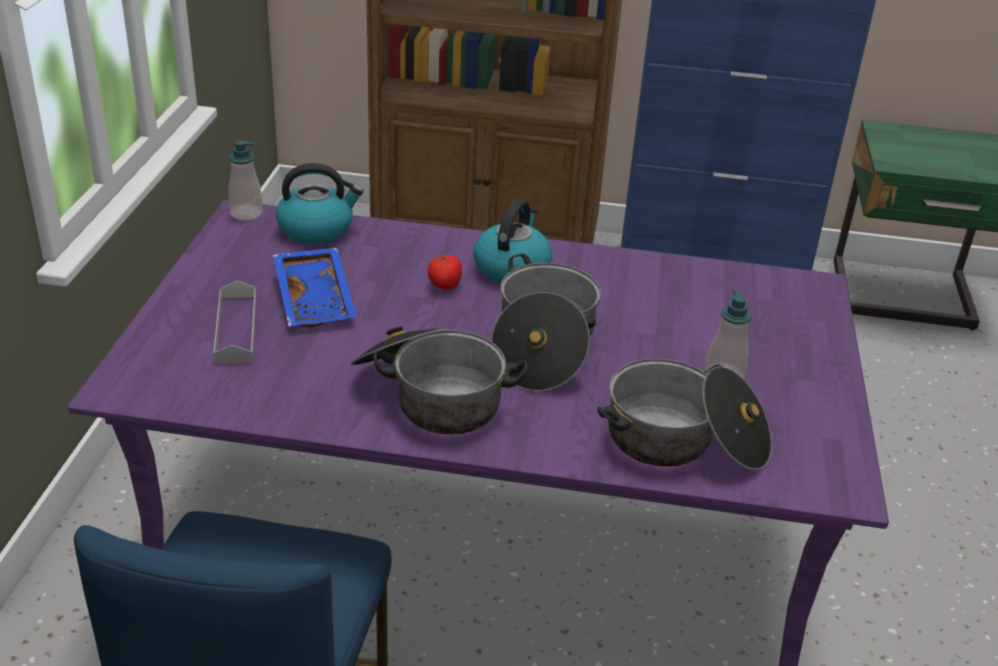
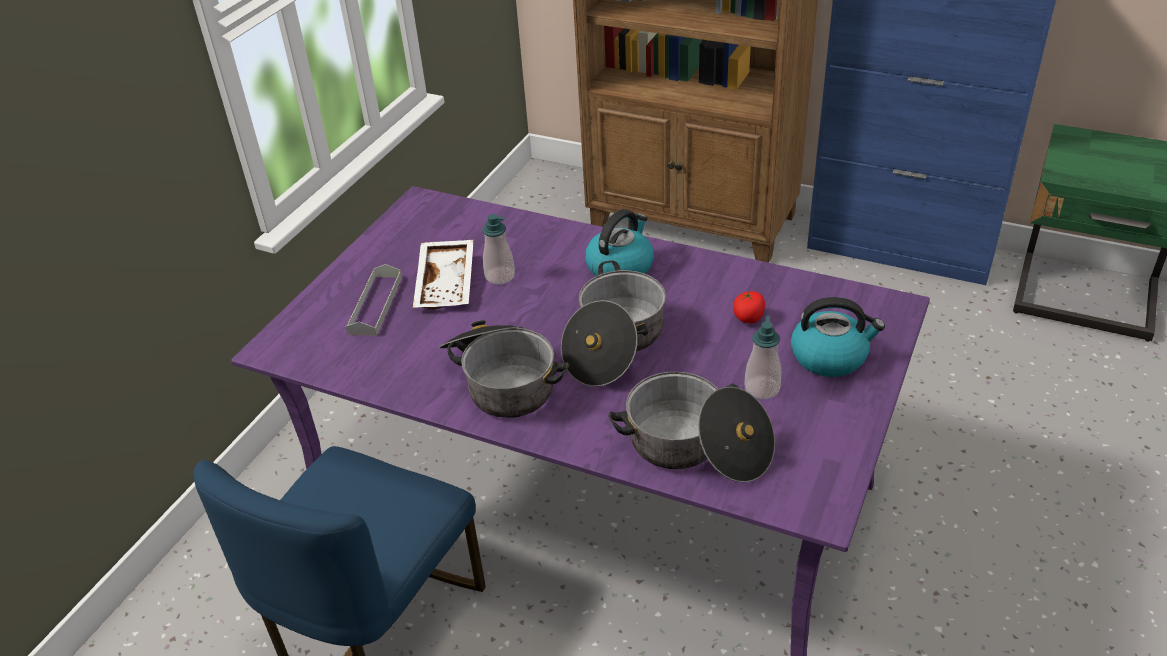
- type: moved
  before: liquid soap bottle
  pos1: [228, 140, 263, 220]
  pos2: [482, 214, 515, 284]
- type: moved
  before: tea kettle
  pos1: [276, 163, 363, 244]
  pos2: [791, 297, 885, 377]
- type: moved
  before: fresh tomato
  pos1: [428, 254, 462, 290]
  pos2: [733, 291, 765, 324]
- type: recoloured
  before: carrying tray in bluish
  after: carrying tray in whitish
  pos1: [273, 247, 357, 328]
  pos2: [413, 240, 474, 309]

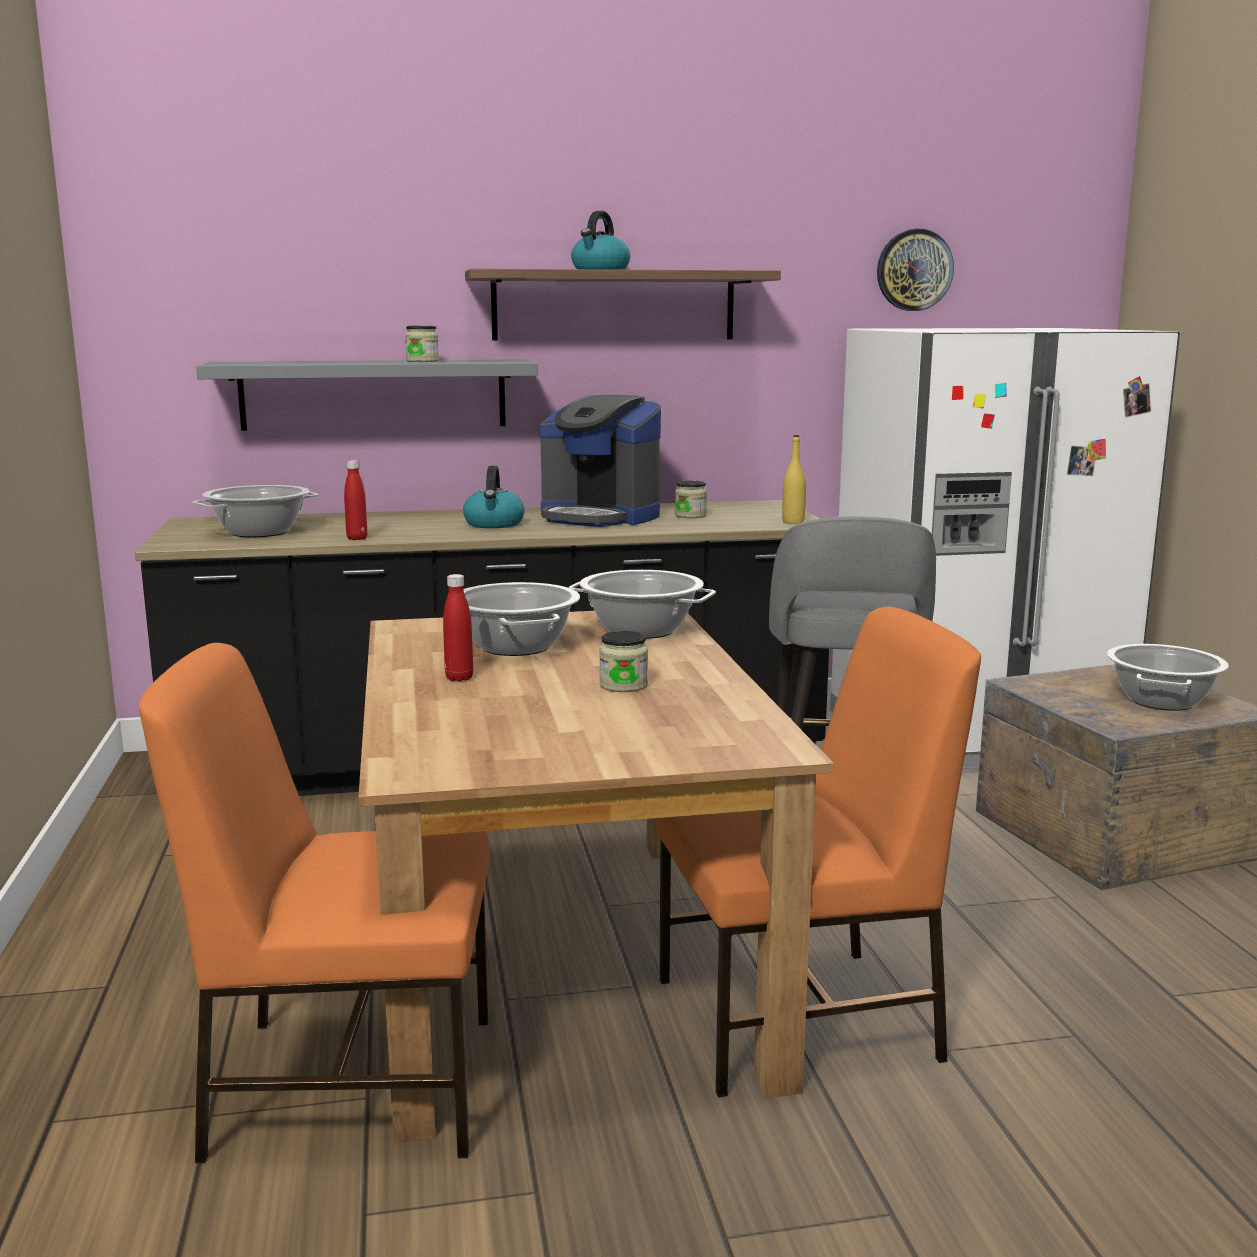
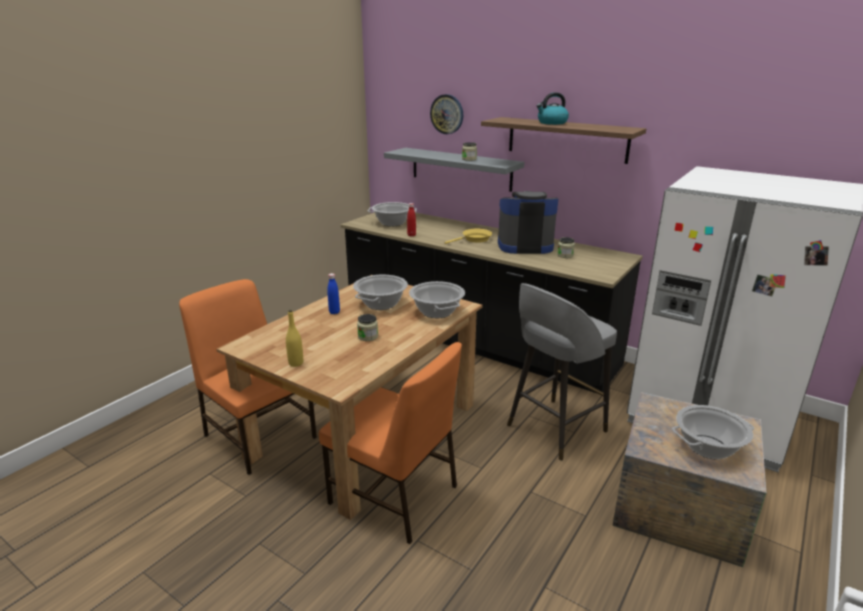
- type: moved
  before: beverage bottle in yellow
  pos1: [782, 435, 806, 524]
  pos2: [286, 310, 303, 367]
- type: moved
  before: clock on the wall
  pos1: [877, 229, 954, 311]
  pos2: [430, 94, 463, 134]
- type: replaced
  before: tea kettle
  after: pan in yellow
  pos1: [463, 466, 525, 528]
  pos2: [444, 229, 492, 244]
- type: recoloured
  before: beverage bottle in red-coloured
  after: beverage bottle in bluish
  pos1: [443, 574, 473, 682]
  pos2: [327, 273, 340, 314]
- type: turned
  before: coffee brewer
  pos1: [539, 395, 661, 527]
  pos2: [498, 191, 558, 254]
  turn: 105

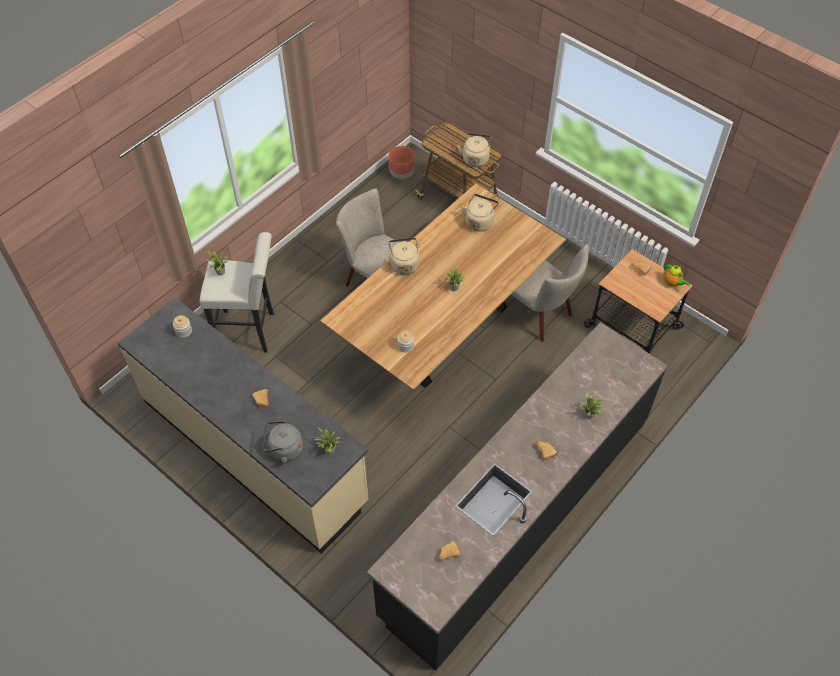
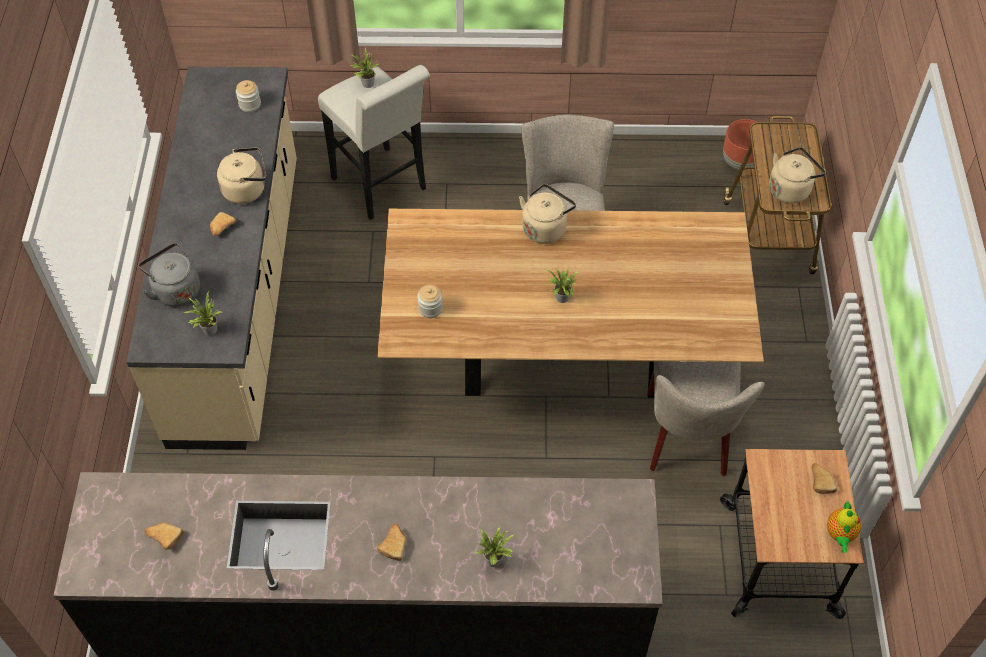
- type: moved
  before: tea kettle in beige-coloured
  pos1: [461, 194, 499, 232]
  pos2: [217, 147, 266, 204]

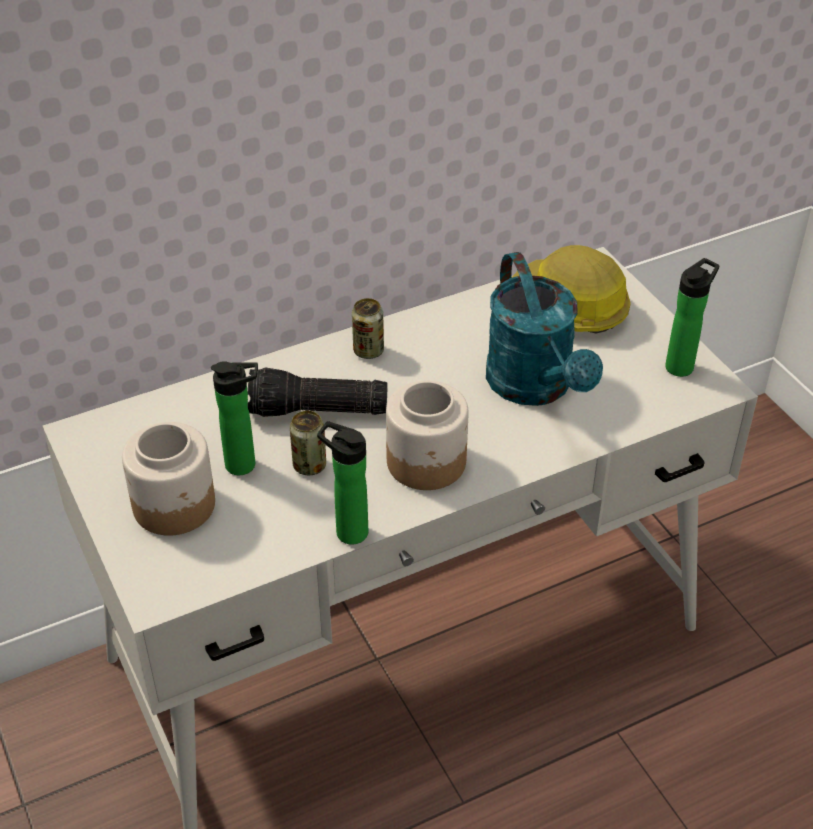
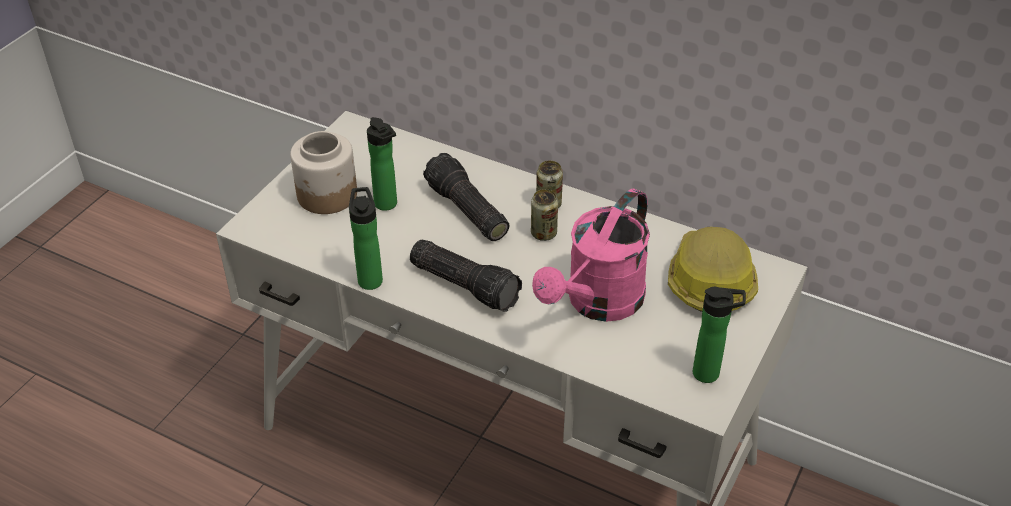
- type: moved
  before: metal can
  pos1: [290, 411, 326, 475]
  pos2: [531, 189, 558, 241]
- type: replaced
  before: preserve jar
  after: hand torch
  pos1: [386, 381, 469, 490]
  pos2: [410, 240, 522, 312]
- type: recoloured
  before: sprinkling can in blue-green
  after: sprinkling can in pink-coloured
  pos1: [486, 252, 603, 406]
  pos2: [532, 189, 650, 322]

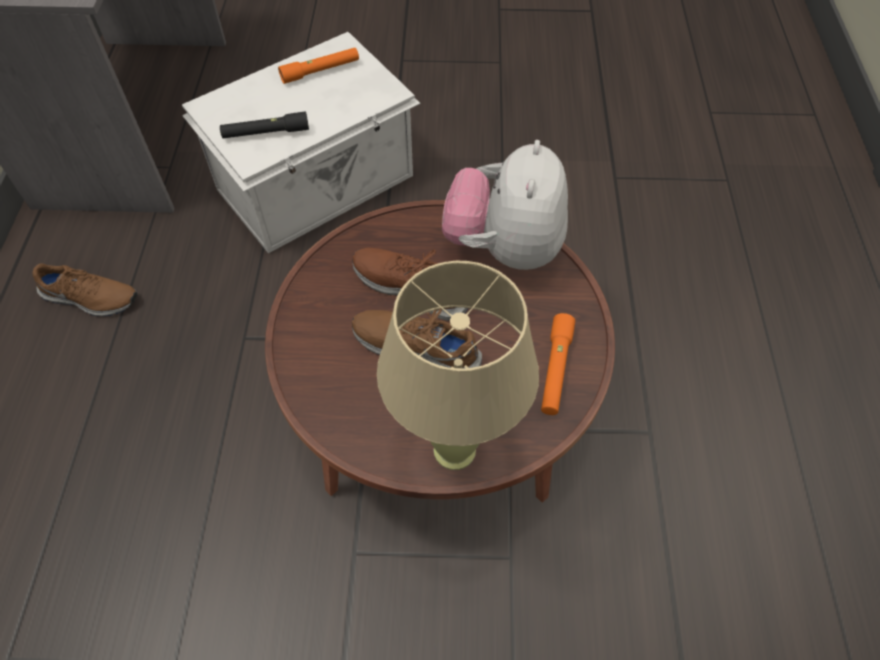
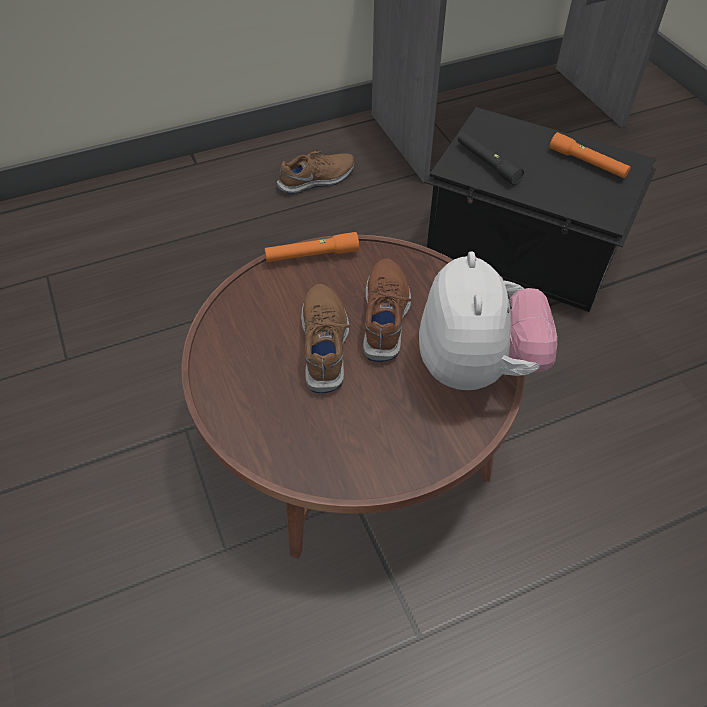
- type: removed
  before: lamp for a table in beige-coloured
  pos1: [377, 261, 539, 470]
- type: moved
  before: hand torch in orange-coloured
  pos1: [541, 313, 575, 415]
  pos2: [265, 232, 359, 262]
- type: recoloured
  before: storage box in whitish
  after: storage box in blackish
  pos1: [182, 32, 420, 253]
  pos2: [424, 107, 656, 312]
- type: turned
  before: shoe in brownish
  pos1: [33, 263, 138, 317]
  pos2: [277, 150, 354, 194]
  turn: -105
- type: turned
  before: cuddly toy
  pos1: [442, 140, 568, 270]
  pos2: [419, 252, 557, 390]
  turn: 105

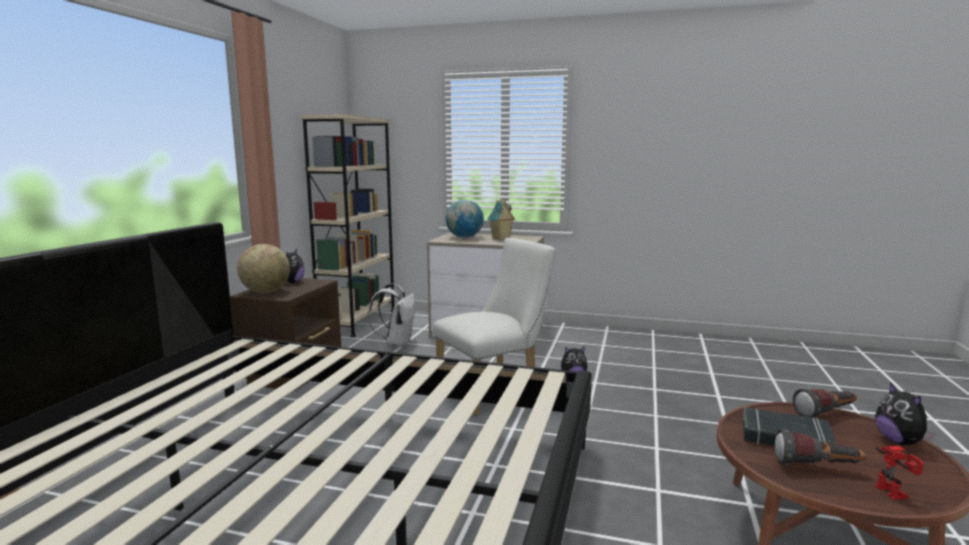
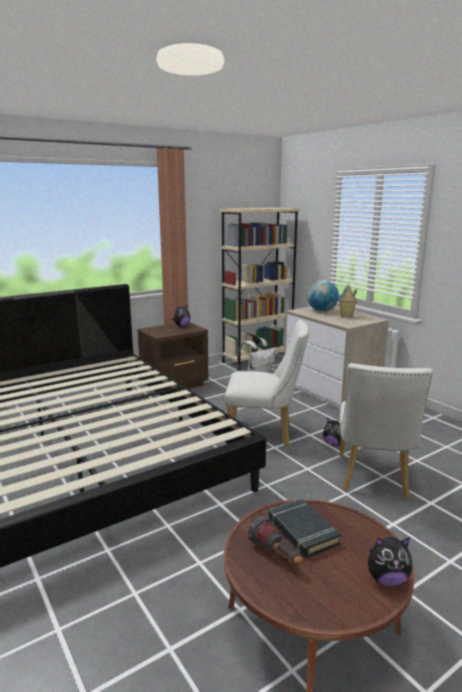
- type: removed
  before: desk globe
  pos1: [237, 244, 290, 293]
- type: removed
  before: hand torch
  pos1: [793, 389, 857, 418]
- type: removed
  before: toy robot
  pos1: [875, 446, 923, 500]
- type: added
  after: upright chair in whitish
  pos2: [340, 363, 433, 499]
- type: turned
  before: cuddly toy
  pos1: [875, 382, 937, 445]
  pos2: [368, 537, 412, 587]
  turn: -120

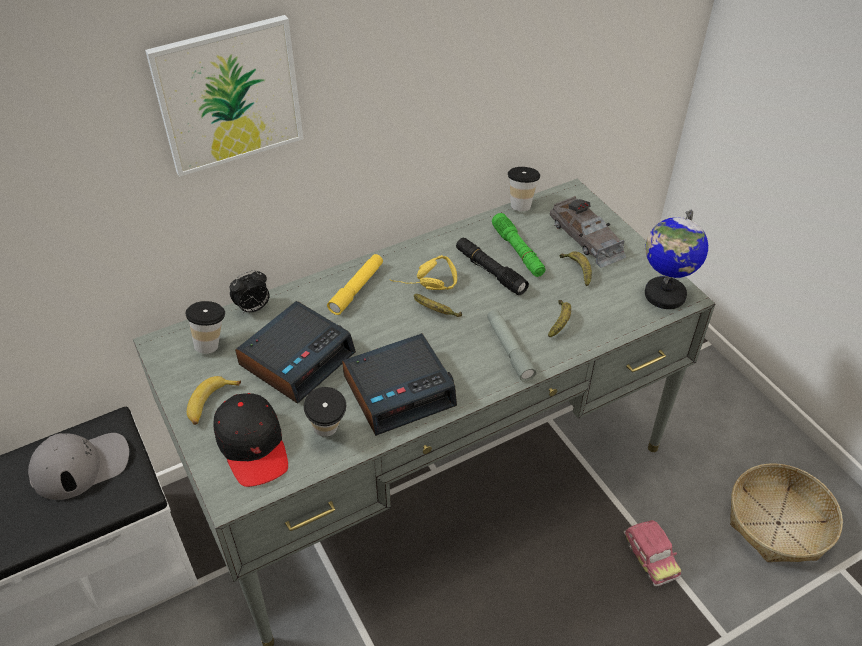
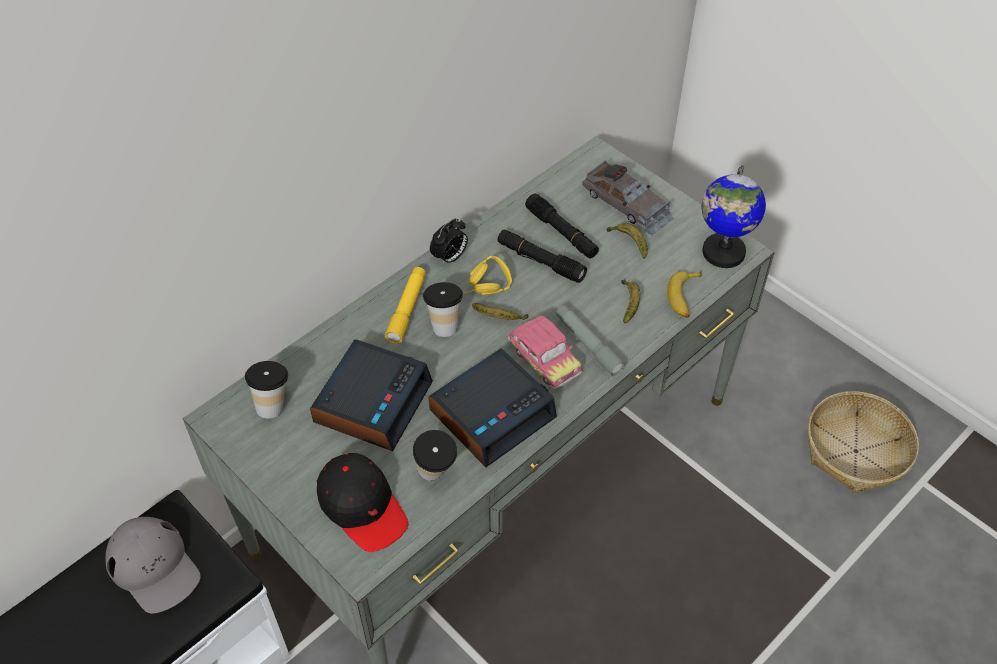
- type: removed
  before: wall picture
  pos1: [145, 15, 303, 177]
- type: moved
  before: banana fruit
  pos1: [187, 376, 241, 425]
  pos2: [667, 271, 702, 318]
- type: moved
  before: table clock
  pos1: [230, 270, 270, 314]
  pos2: [430, 218, 468, 266]
- type: moved
  before: cup
  pos1: [508, 167, 540, 211]
  pos2: [423, 282, 463, 337]
- type: moved
  before: miniature car
  pos1: [624, 520, 681, 587]
  pos2: [508, 315, 582, 390]
- type: recoloured
  before: hand torch in green-coloured
  after: hand torch in blackish
  pos1: [492, 213, 545, 277]
  pos2: [525, 194, 599, 258]
- type: turned
  before: baseball cap in gray
  pos1: [28, 433, 129, 500]
  pos2: [105, 517, 201, 614]
  turn: 90

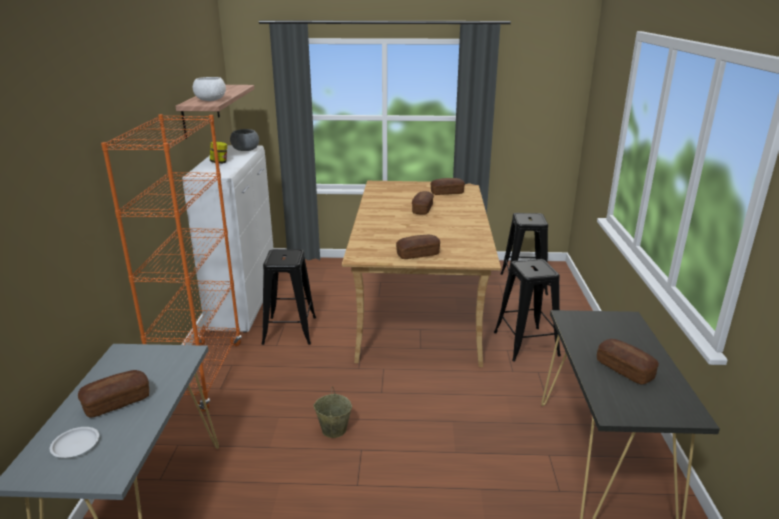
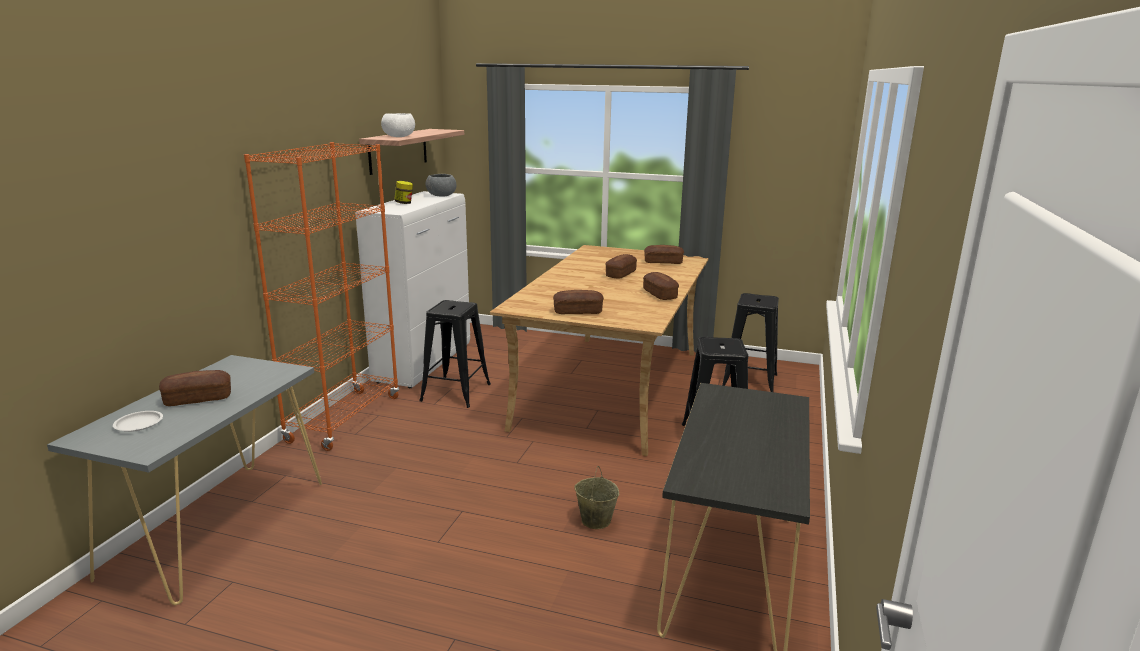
- type: moved
  before: bucket in beige-coloured
  pos1: [313, 386, 352, 438]
  pos2: [574, 466, 619, 529]
- type: moved
  before: bread
  pos1: [597, 339, 659, 384]
  pos2: [643, 272, 679, 300]

